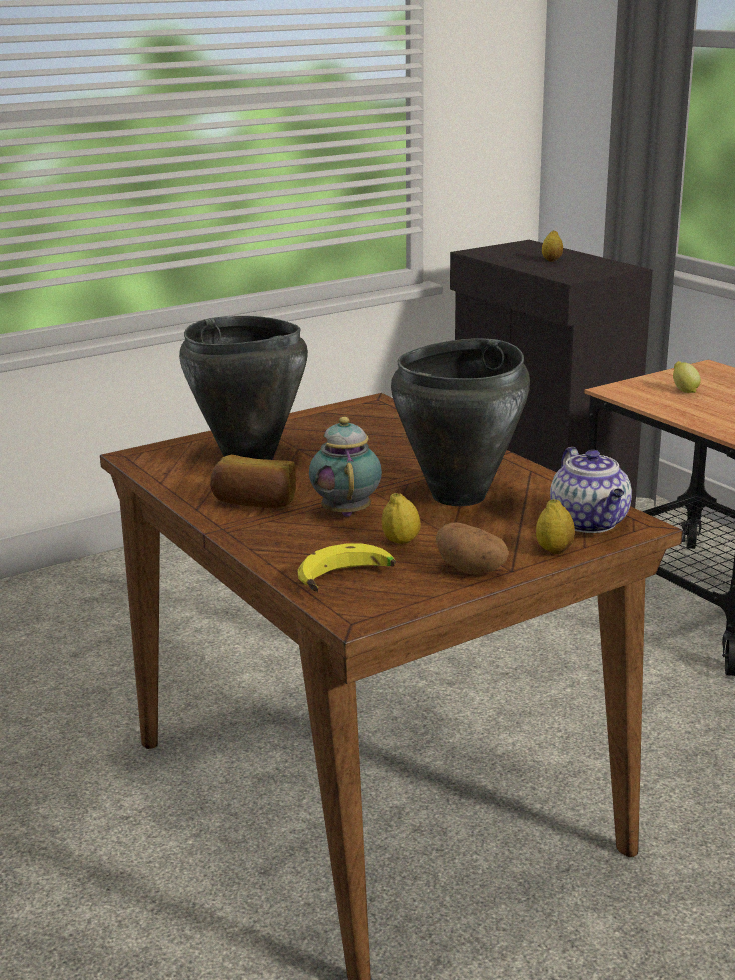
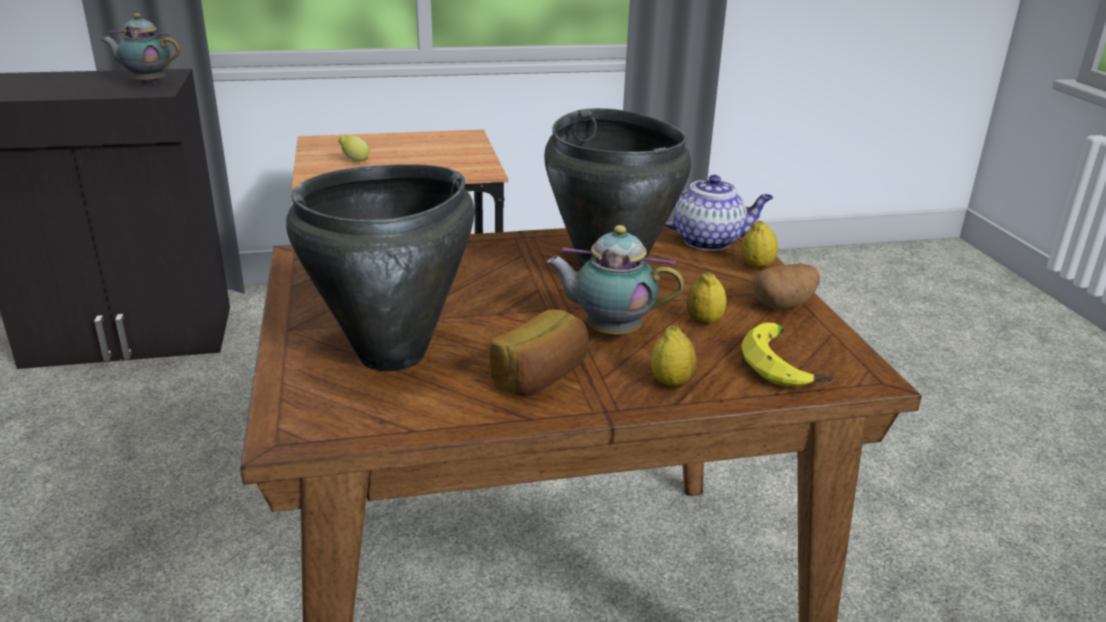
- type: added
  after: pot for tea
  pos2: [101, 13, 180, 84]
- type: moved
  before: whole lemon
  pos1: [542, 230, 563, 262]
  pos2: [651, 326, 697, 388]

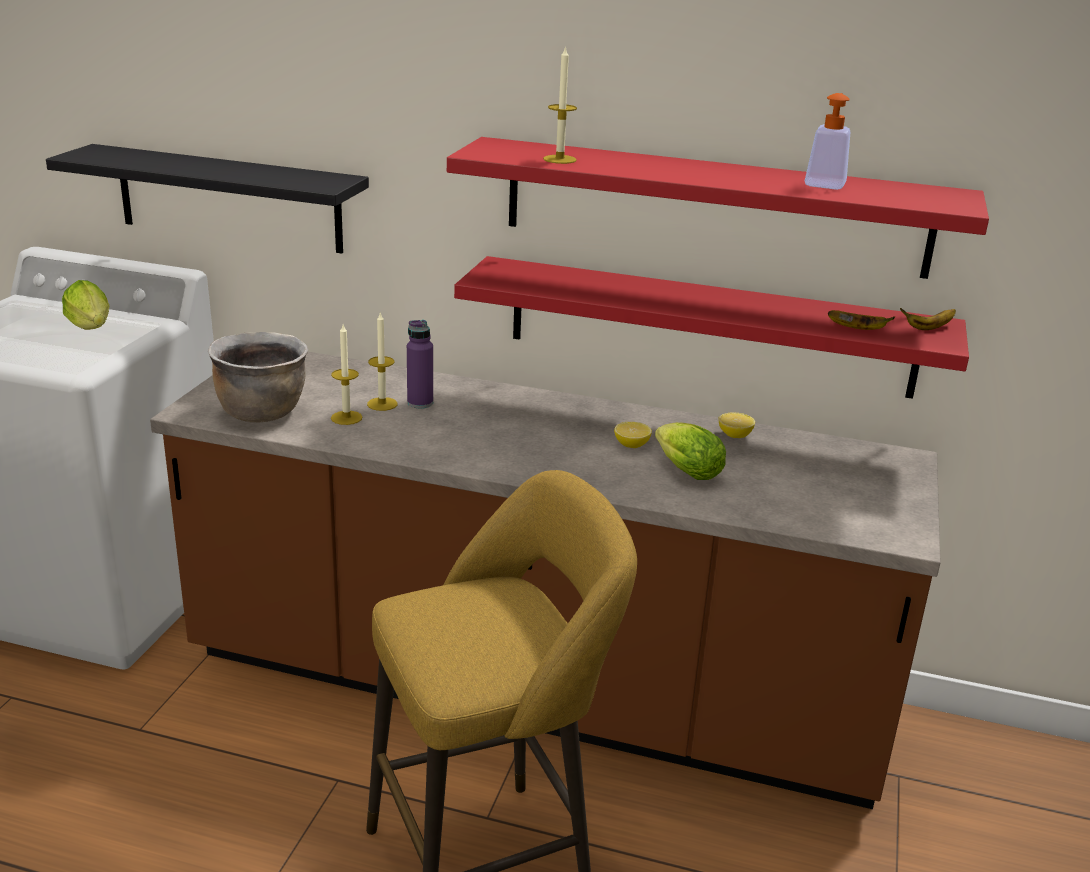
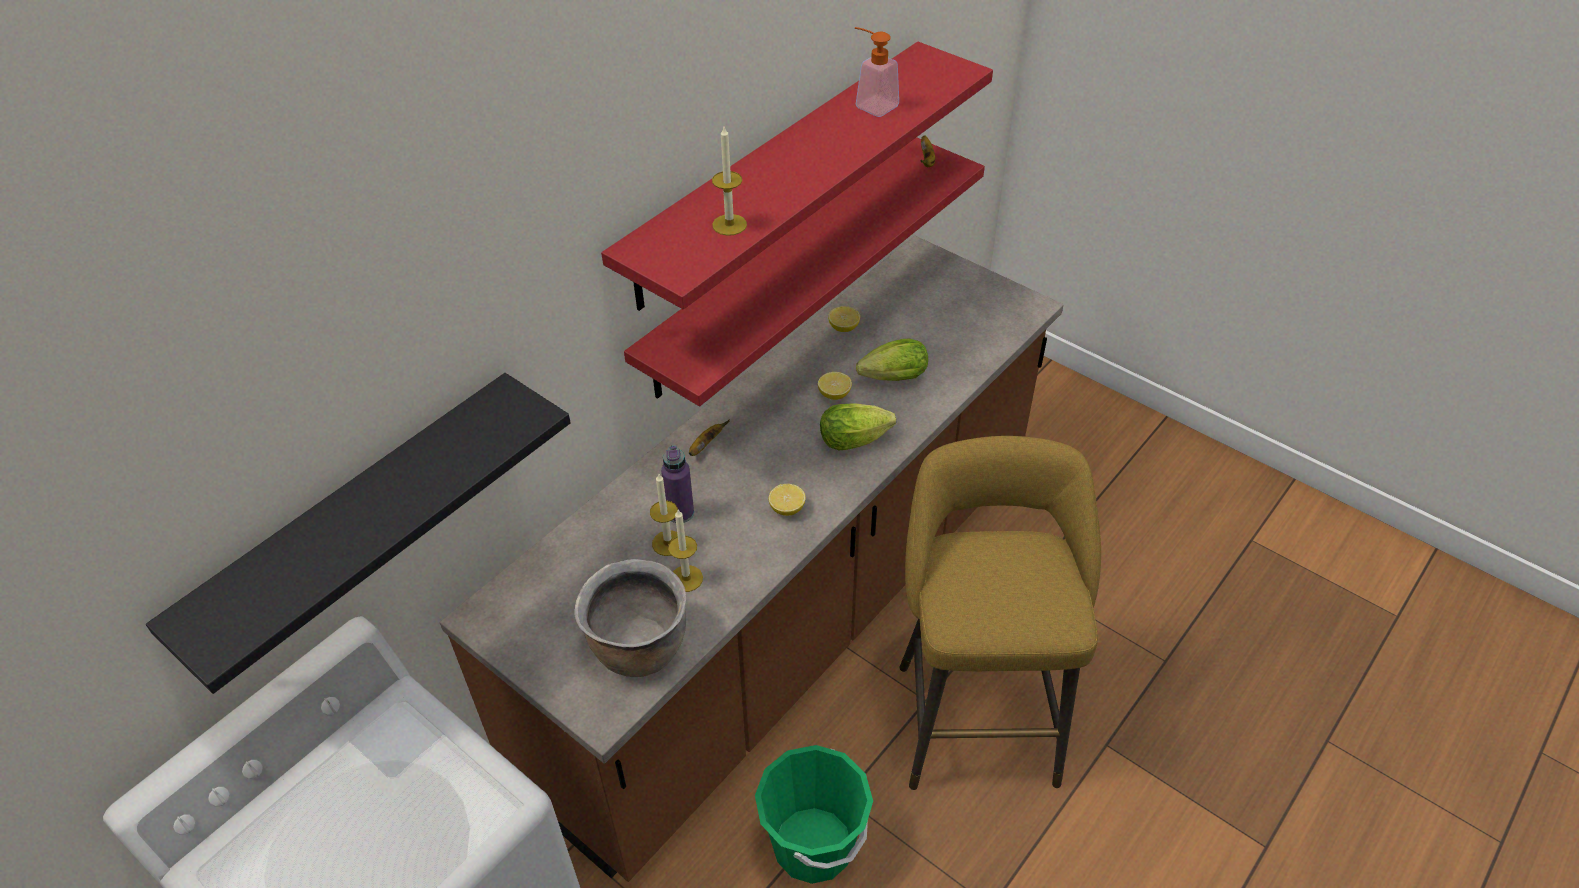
- type: added
  after: bucket in green-coloured
  pos2: [755, 745, 873, 884]
- type: added
  after: whole lemon
  pos2: [769, 484, 806, 516]
- type: moved
  before: lettuce head
  pos1: [62, 280, 110, 330]
  pos2: [820, 403, 896, 450]
- type: moved
  before: banana fruit
  pos1: [828, 310, 895, 330]
  pos2: [689, 420, 730, 456]

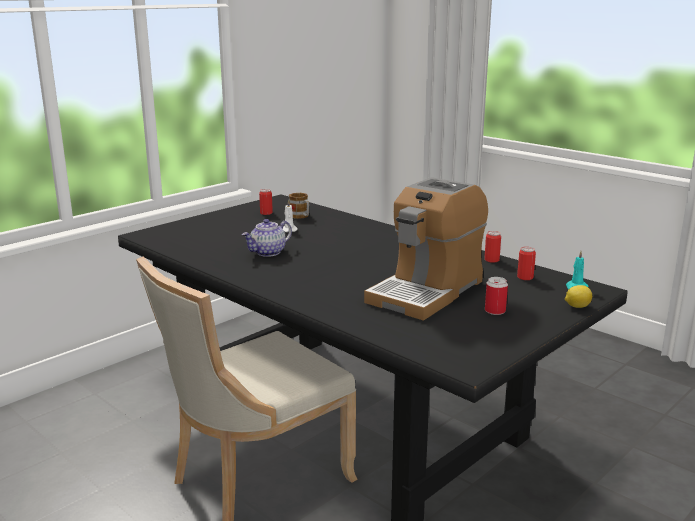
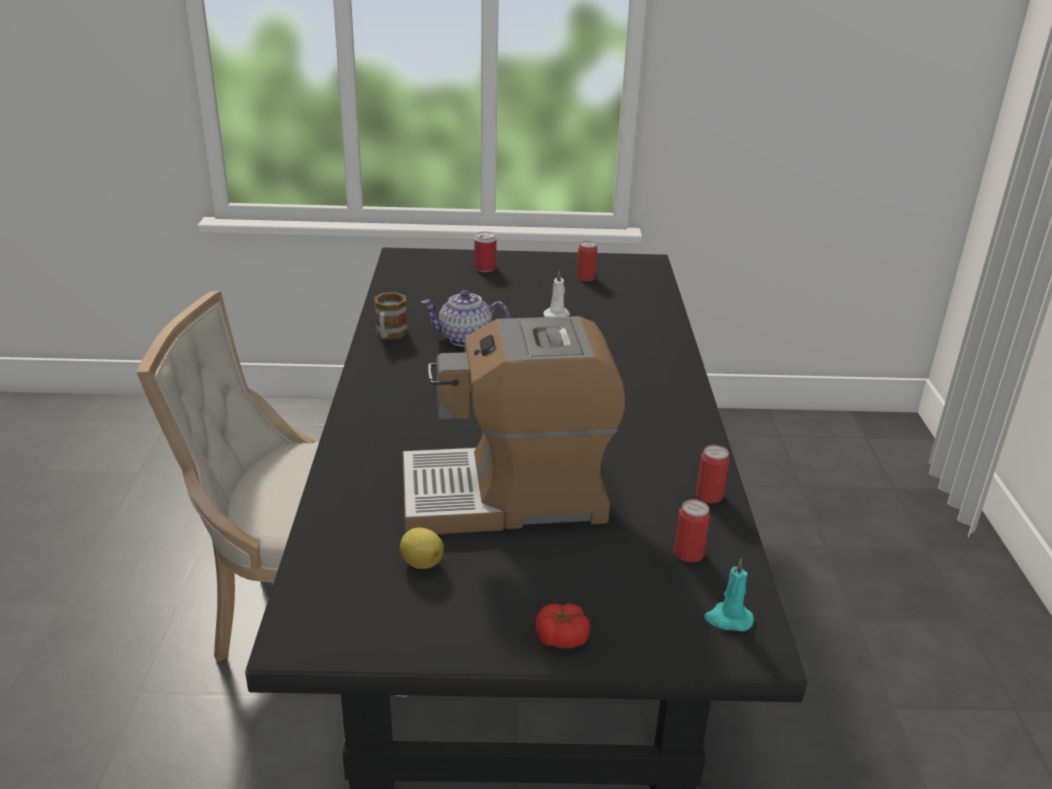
- type: added
  after: fresh tomato
  pos2: [536, 603, 590, 648]
- type: moved
  before: tea mug
  pos1: [289, 193, 309, 219]
  pos2: [374, 292, 408, 340]
- type: moved
  before: metal can
  pos1: [485, 277, 508, 315]
  pos2: [474, 231, 497, 272]
- type: moved
  before: whole lemon
  pos1: [565, 285, 592, 308]
  pos2: [400, 527, 444, 569]

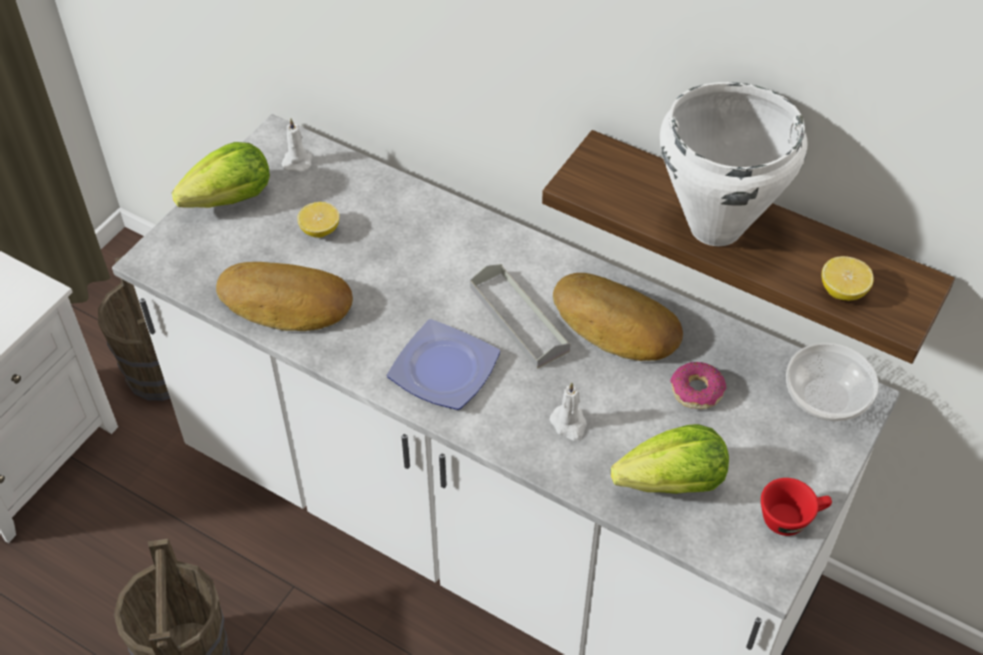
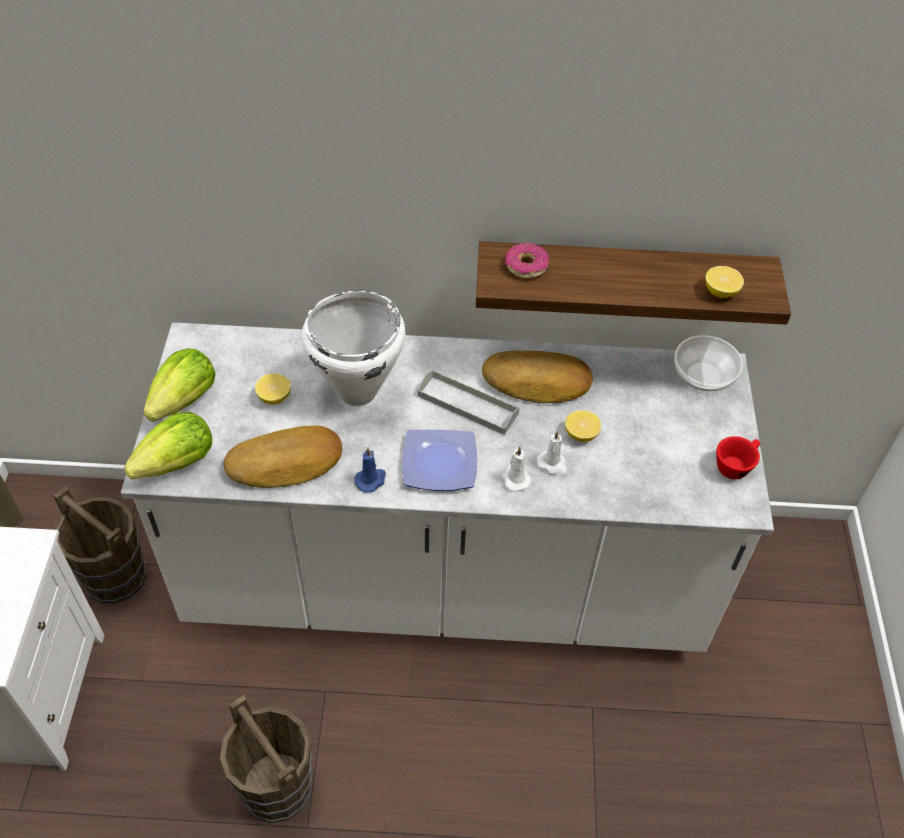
- type: added
  after: wax light in bluish
  pos2: [354, 448, 386, 493]
- type: added
  after: whole lemon
  pos2: [565, 410, 601, 442]
- type: moved
  before: wax light in whitish
  pos1: [281, 118, 312, 172]
  pos2: [502, 447, 531, 492]
- type: moved
  before: lettuce head
  pos1: [611, 424, 729, 494]
  pos2: [124, 412, 212, 479]
- type: moved
  before: stockpot in whitish
  pos1: [660, 82, 808, 246]
  pos2: [302, 291, 406, 406]
- type: moved
  before: donut
  pos1: [670, 362, 726, 409]
  pos2: [505, 243, 549, 279]

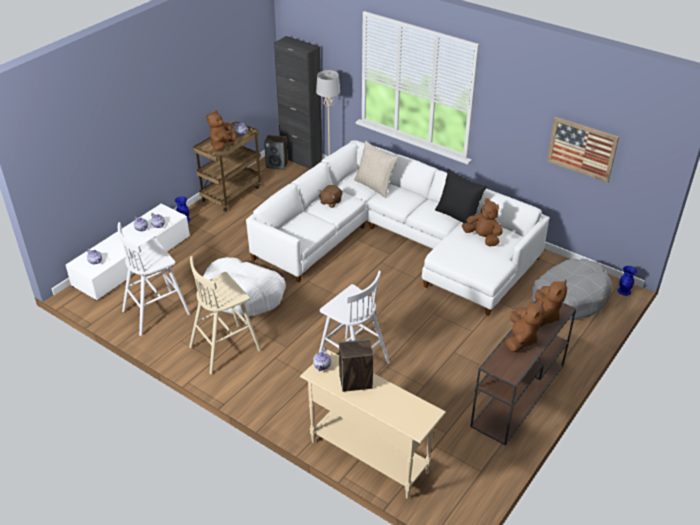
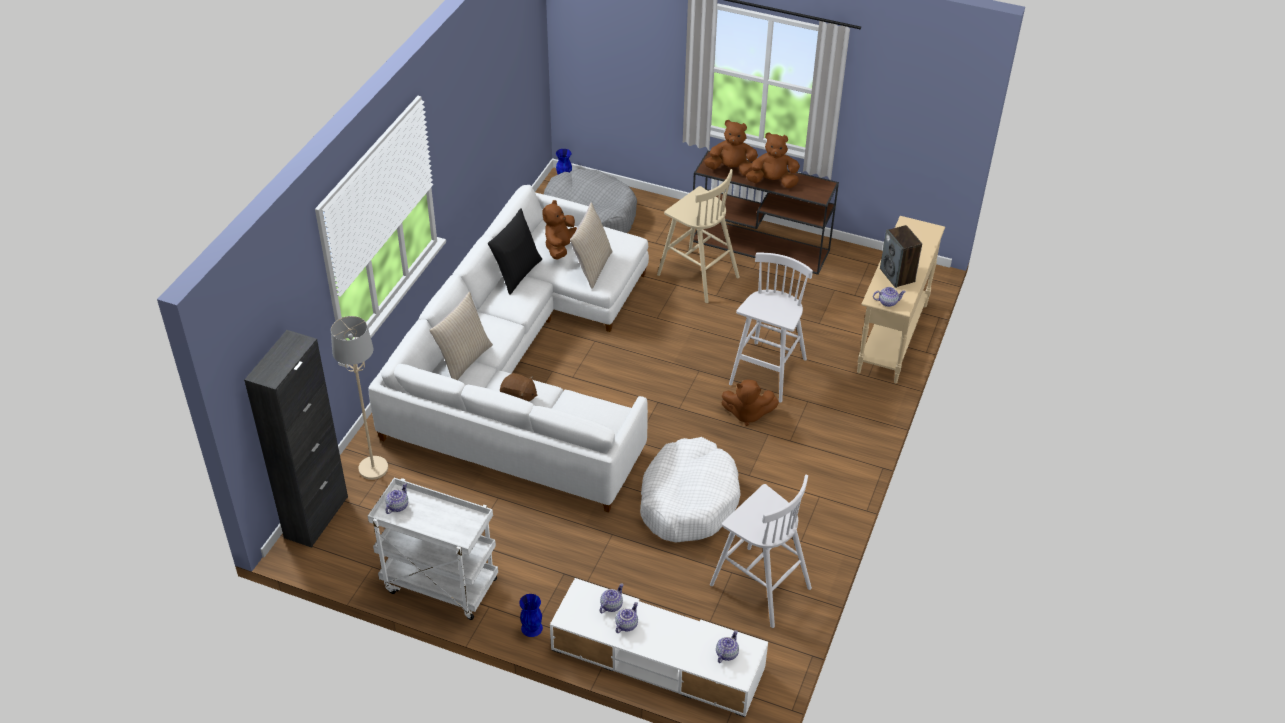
- type: removed
  before: speaker
  pos1: [264, 135, 288, 170]
- type: removed
  before: wall picture
  pos1: [547, 117, 619, 183]
- type: added
  after: throw pillow in beige-coloured
  pos2: [570, 203, 613, 289]
- type: moved
  before: sitting stool in beige-coloured
  pos1: [189, 256, 261, 374]
  pos2: [657, 169, 740, 303]
- type: moved
  before: cuddly toy in brownish
  pos1: [207, 110, 236, 152]
  pos2: [721, 380, 779, 426]
- type: recoloured
  before: wheeled cart in brownish
  after: wheeled cart in whitish
  pos1: [193, 122, 262, 212]
  pos2: [368, 478, 498, 620]

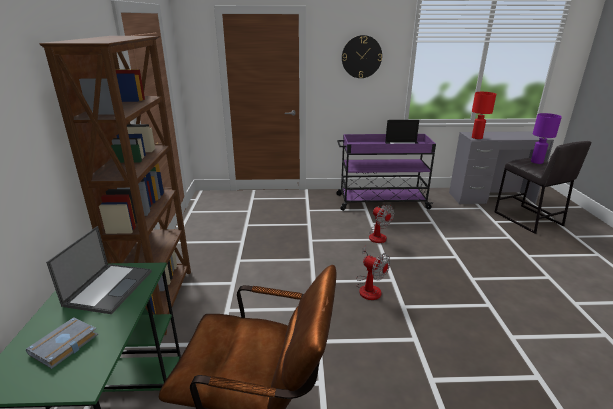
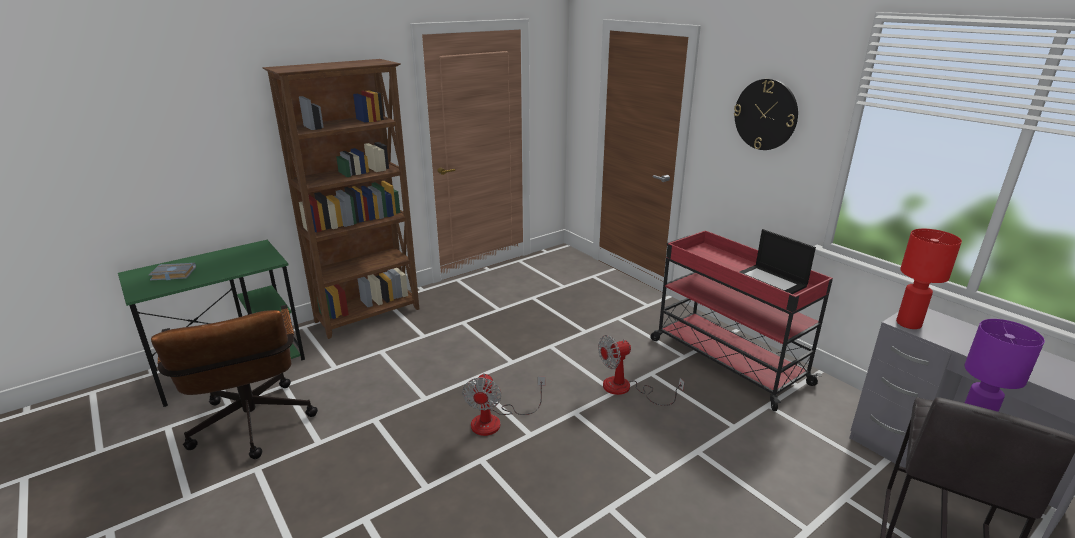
- type: removed
  before: notebook computer
  pos1: [46, 226, 152, 314]
- type: recoloured
  before: wheeled cart in purplish
  after: wheeled cart in red-coloured
  pos1: [336, 134, 436, 211]
  pos2: [650, 230, 833, 411]
- type: turned
  before: fan
  pos1: [369, 205, 394, 243]
  pos2: [598, 335, 685, 406]
  turn: 45

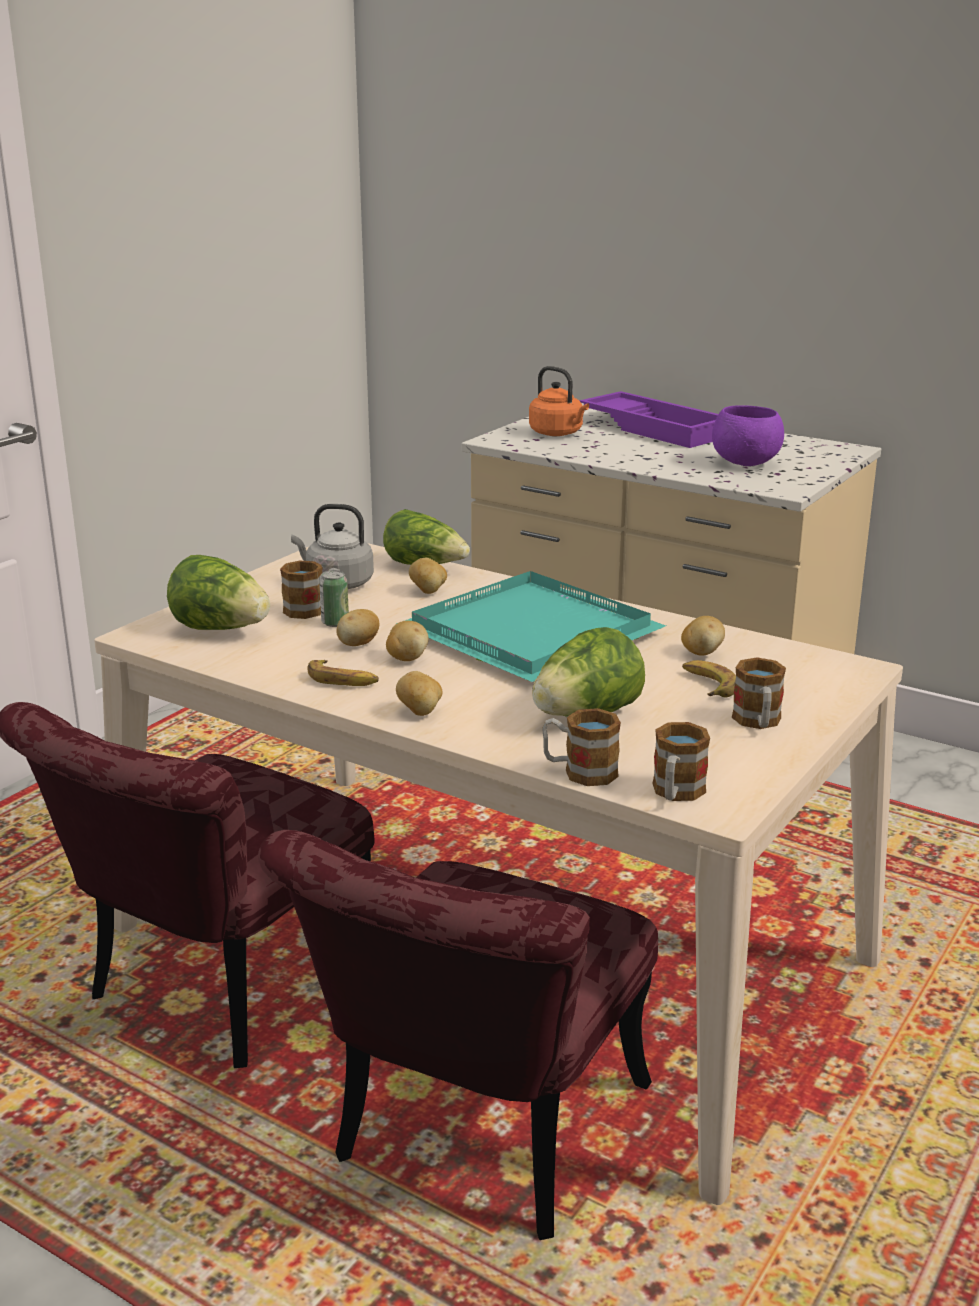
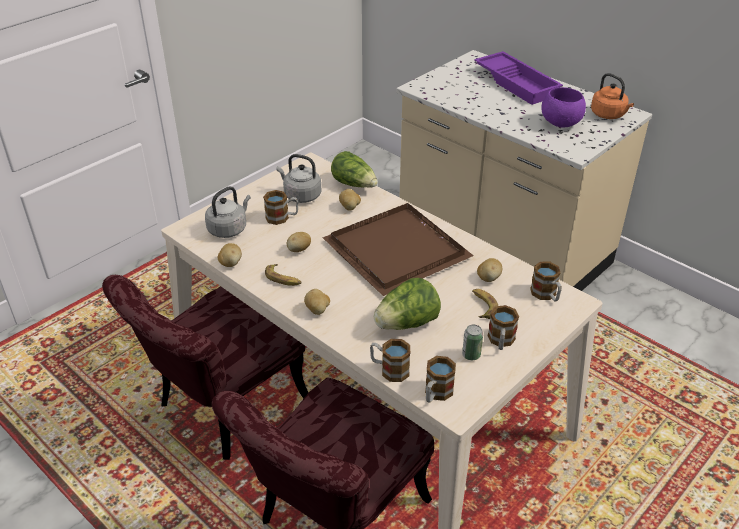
- type: added
  after: tea mug
  pos2: [530, 262, 562, 302]
- type: moved
  before: metal can
  pos1: [319, 570, 349, 627]
  pos2: [462, 325, 483, 360]
- type: moved
  before: potato
  pos1: [386, 621, 429, 661]
  pos2: [218, 243, 242, 267]
- type: moved
  before: tea kettle in orange-coloured
  pos1: [529, 366, 589, 436]
  pos2: [591, 73, 634, 119]
- type: replaced
  before: lettuce head
  after: tea kettle in gray
  pos1: [167, 555, 270, 630]
  pos2: [205, 186, 251, 238]
- type: recoloured
  before: carrying tray in blue-green
  after: carrying tray in brownish
  pos1: [396, 571, 666, 682]
  pos2: [322, 203, 474, 296]

